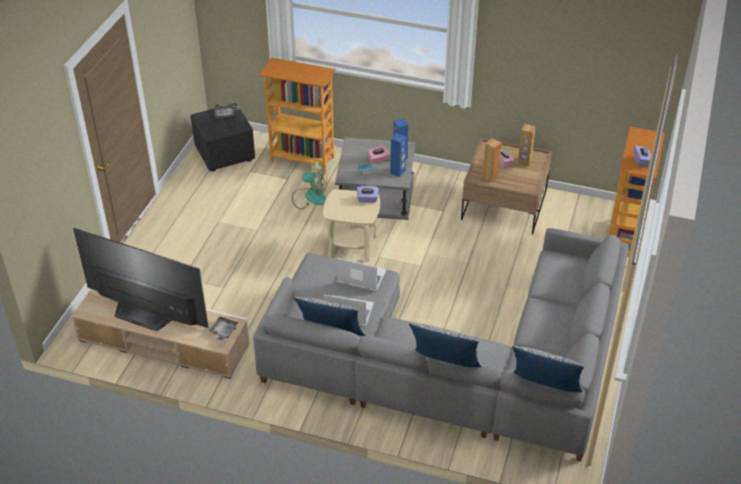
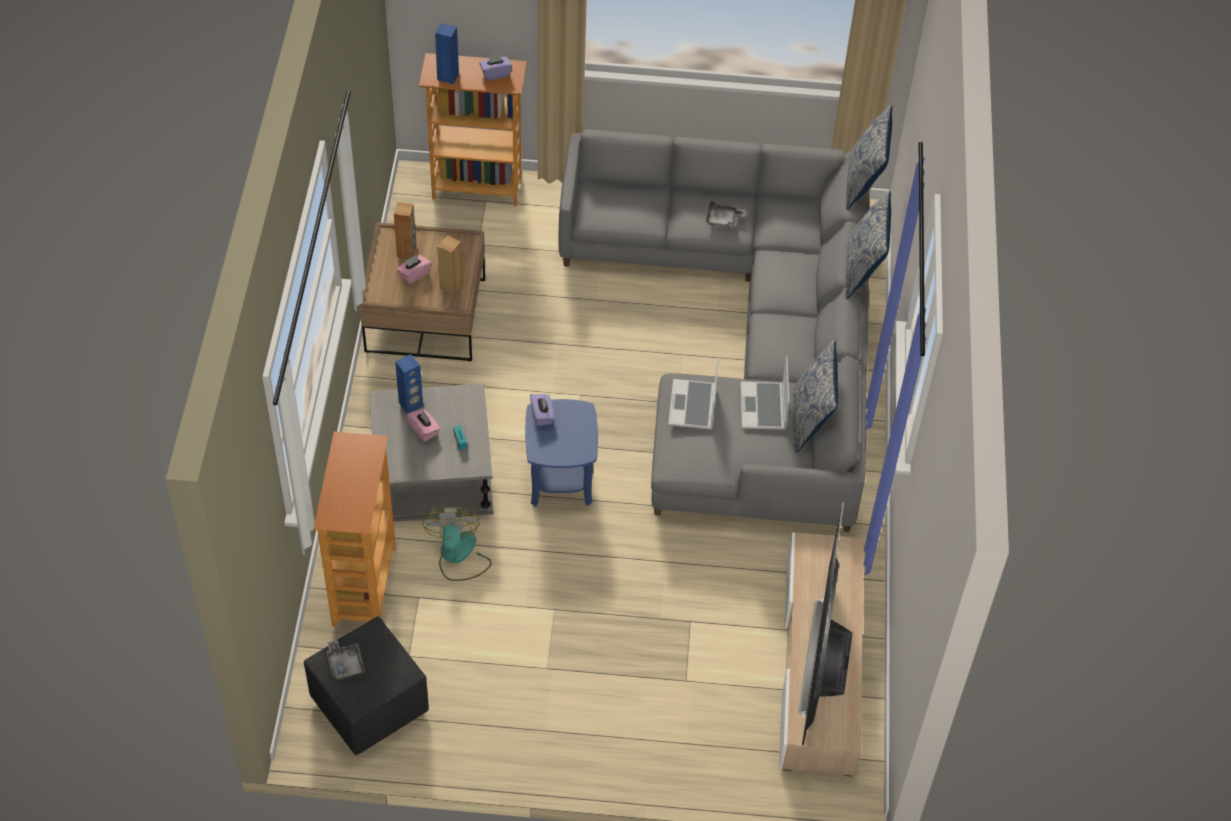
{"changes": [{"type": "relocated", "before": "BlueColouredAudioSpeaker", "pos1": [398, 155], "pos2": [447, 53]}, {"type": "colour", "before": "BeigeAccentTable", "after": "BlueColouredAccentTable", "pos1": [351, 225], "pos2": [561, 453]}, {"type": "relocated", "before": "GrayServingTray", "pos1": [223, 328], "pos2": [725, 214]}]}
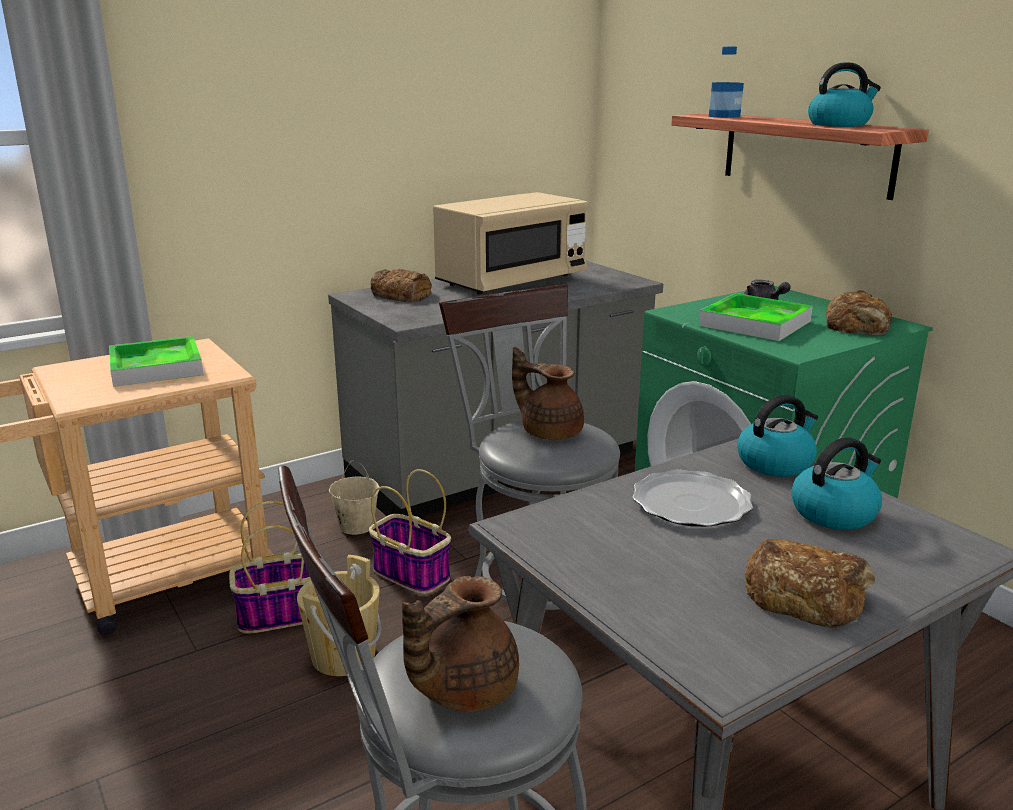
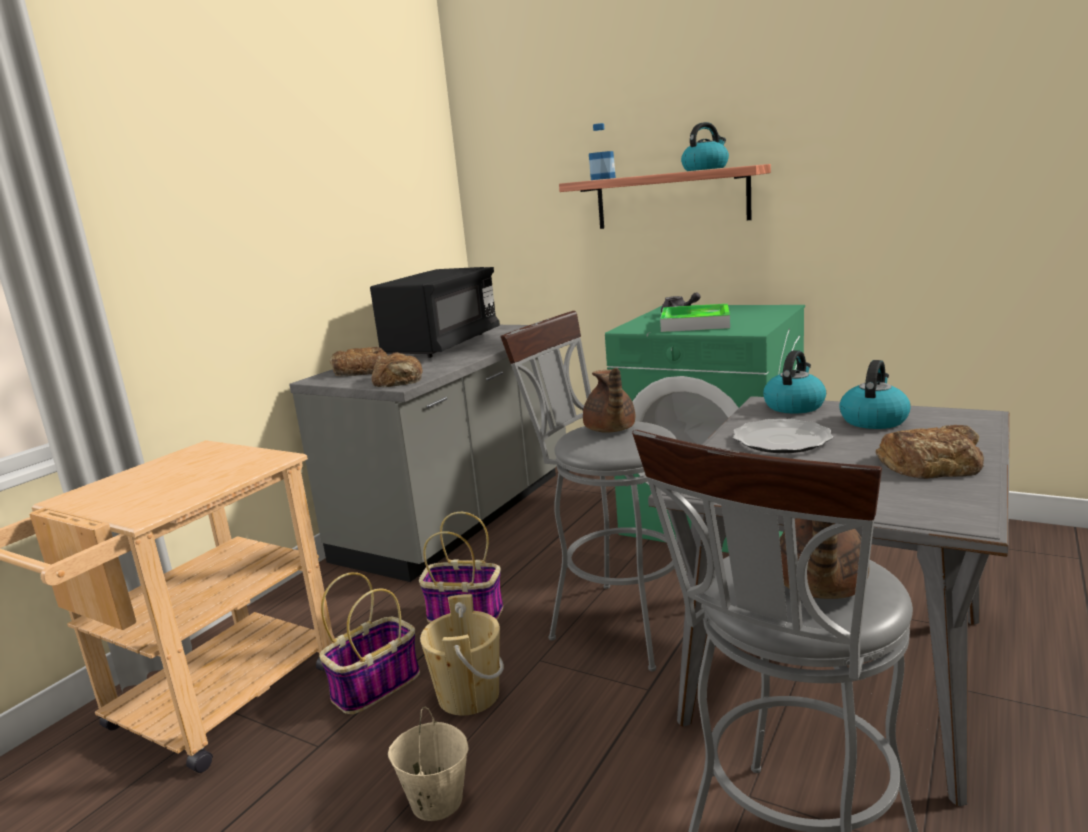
{"changes": [{"type": "colour", "before": "BeigeMicrowaveOven", "after": "BlackColouredMicrowaveOven", "pos1": [511, 243], "pos2": [435, 312]}, {"type": "relocated", "before": "BakedBread", "pos1": [859, 312], "pos2": [397, 369]}, {"type": "relocated", "before": "BeigePail", "pos1": [354, 497], "pos2": [428, 764]}, {"type": "spun", "before": "BrownishTeapot", "pos1": [548, 393], "pos2": [609, 400], "turn": -105}, {"type": "missing", "before": "ServingTray", "pos1": [156, 361]}]}
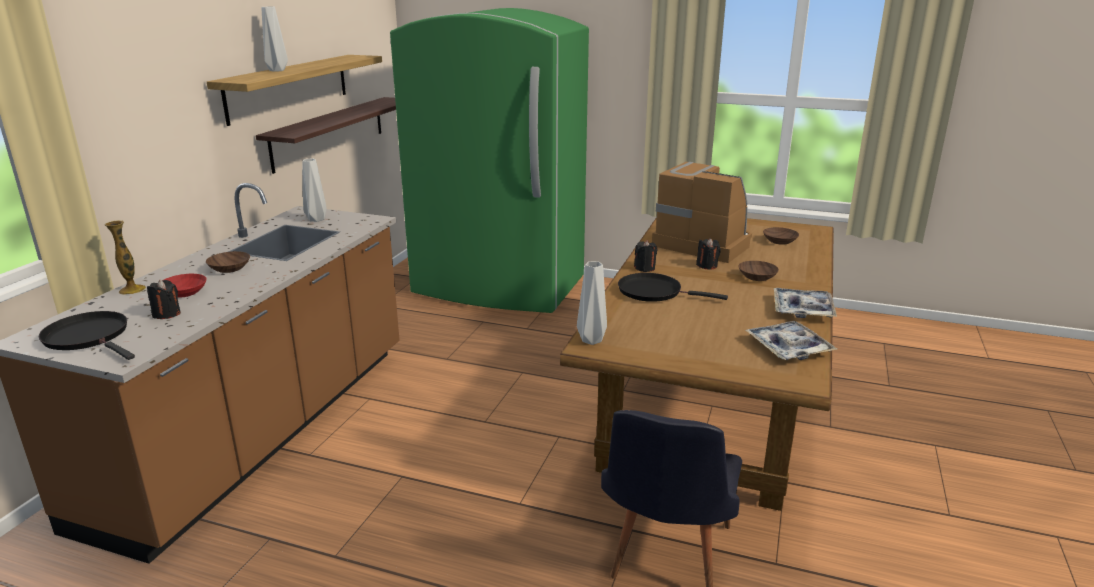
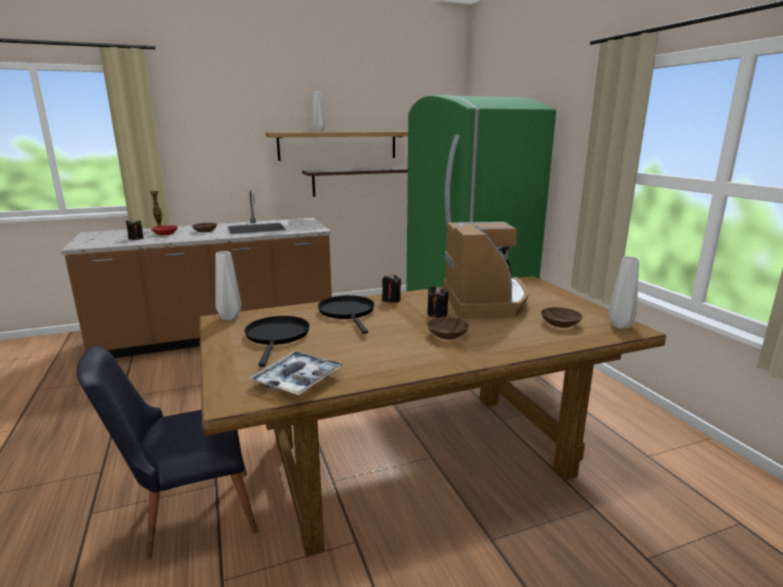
{"changes": [{"type": "relocated", "before": "BlackColouredFryingPan", "pos1": [87, 335], "pos2": [277, 341]}, {"type": "relocated", "before": "GrayFlowerVase", "pos1": [314, 190], "pos2": [623, 292]}, {"type": "missing", "before": "ServingTray", "pos1": [805, 303]}]}
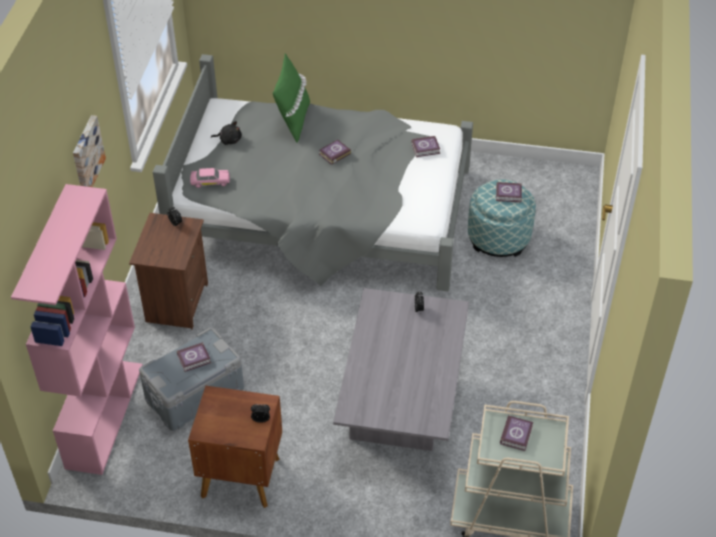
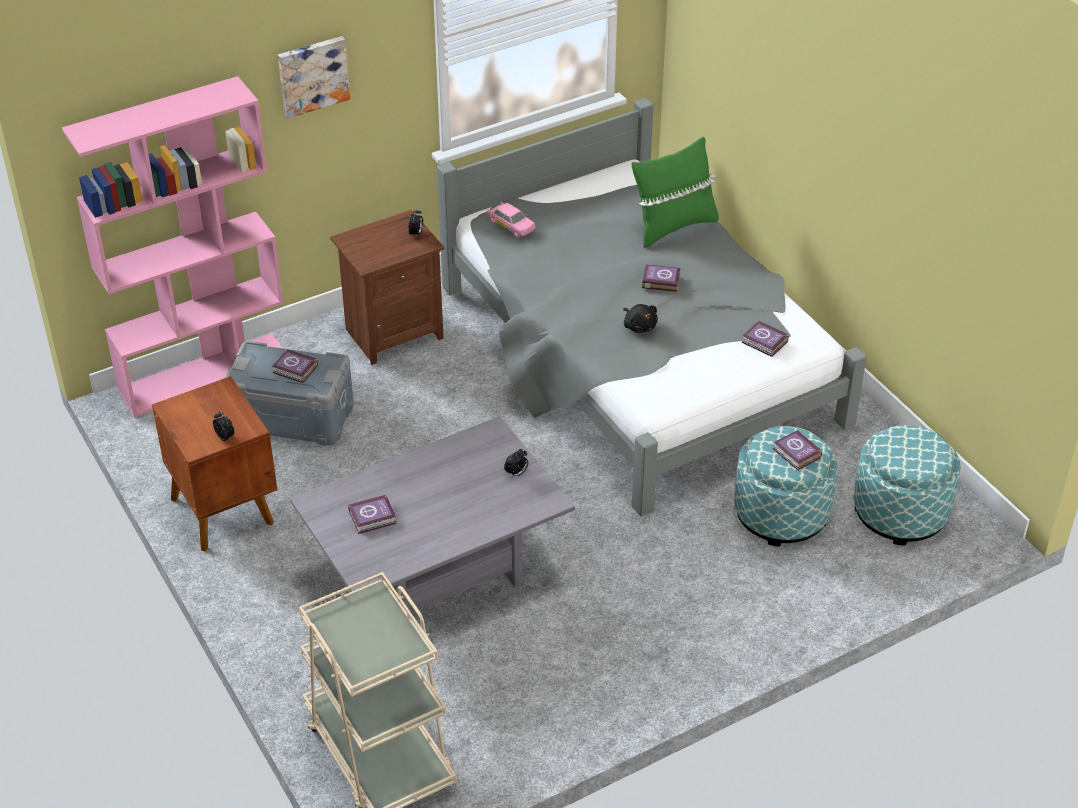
{"changes": [{"type": "relocated", "before": "Book", "pos1": [516, 433], "pos2": [372, 514]}, {"type": "relocated", "before": "BlackColouredPlushToy", "pos1": [226, 133], "pos2": [640, 318]}, {"type": "appeared", "after": "Pouffe", "pos2": [907, 485]}]}
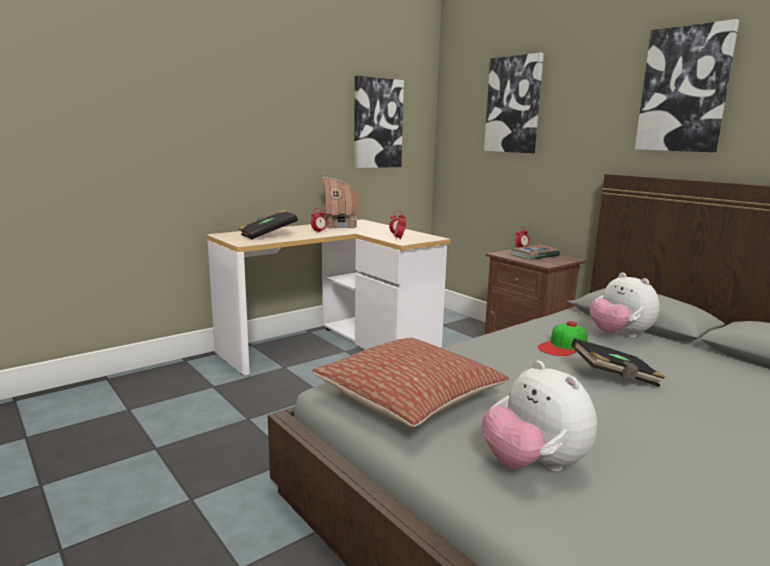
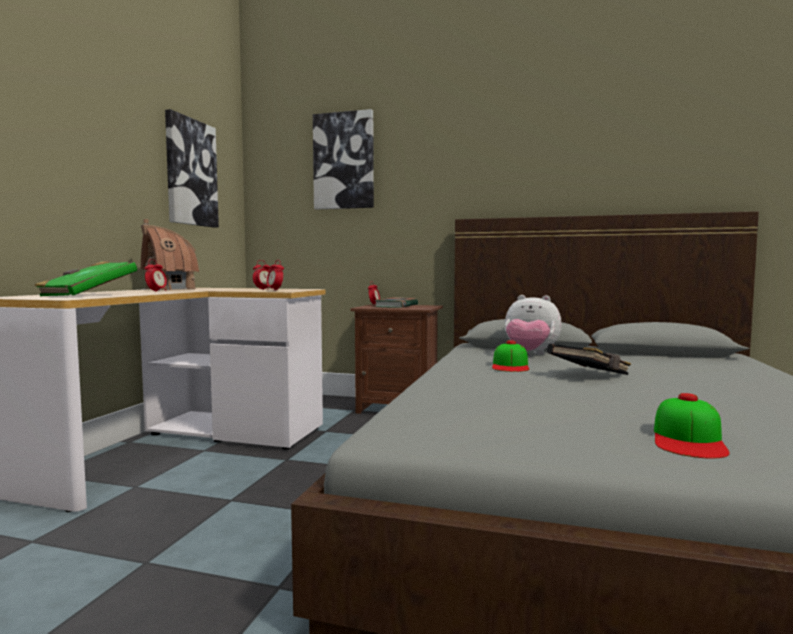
{"changes": [{"type": "colour", "before": "BlackColouredBook", "after": "GreenColouredBook", "pos1": [268, 224], "pos2": [86, 278]}, {"type": "exchanged", "before": "PlushToy", "after": "BaseballCap", "pos1": [539, 416], "pos2": [692, 426]}, {"type": "missing", "before": "ThrowPillow", "pos1": [410, 382]}, {"type": "missing", "before": "WallArt", "pos1": [687, 85]}]}
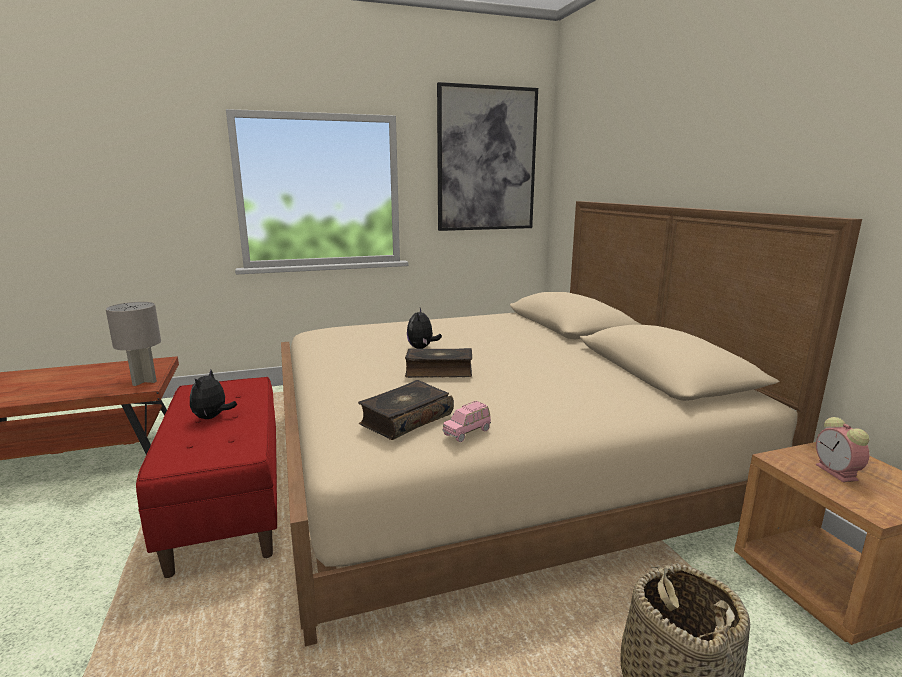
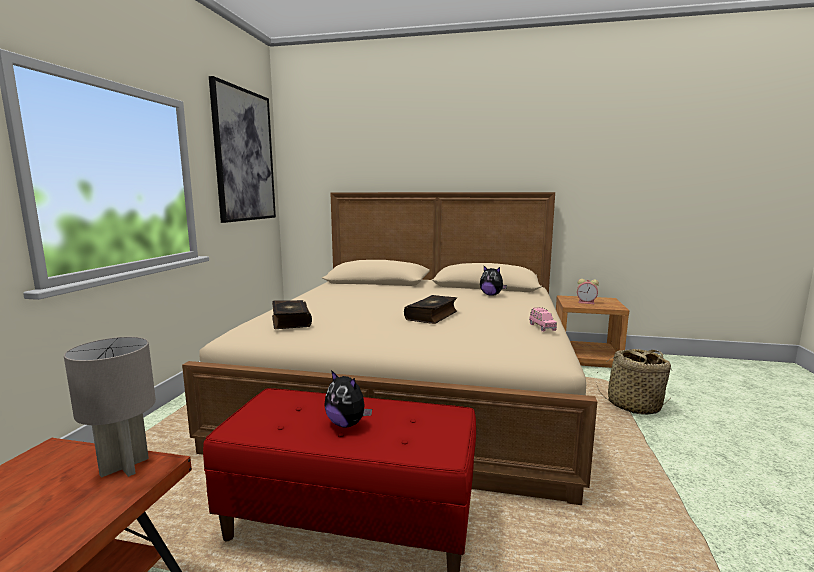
{"changes": [{"type": "relocated", "before": "Book", "pos1": [406, 410], "pos2": [292, 314]}, {"type": "relocated", "before": "PlushToy", "pos1": [424, 328], "pos2": [493, 281]}]}
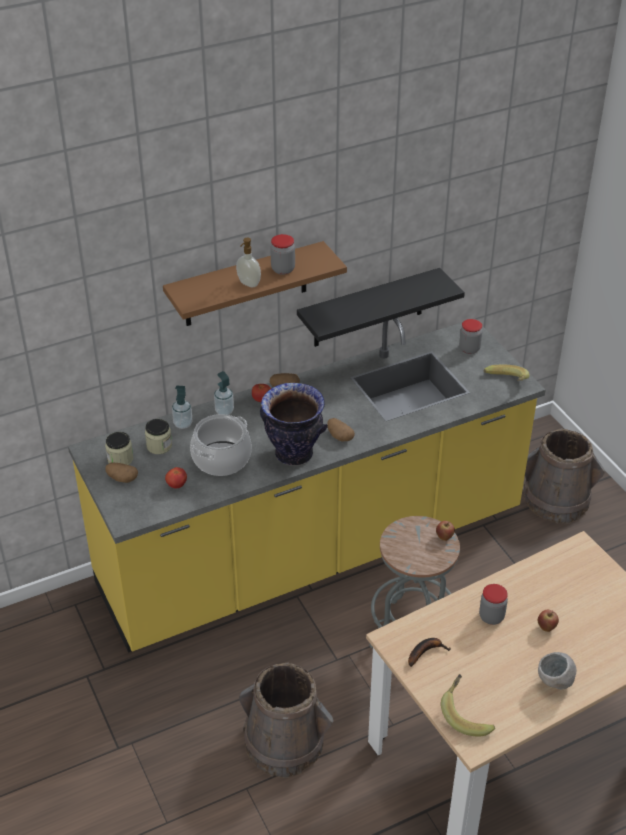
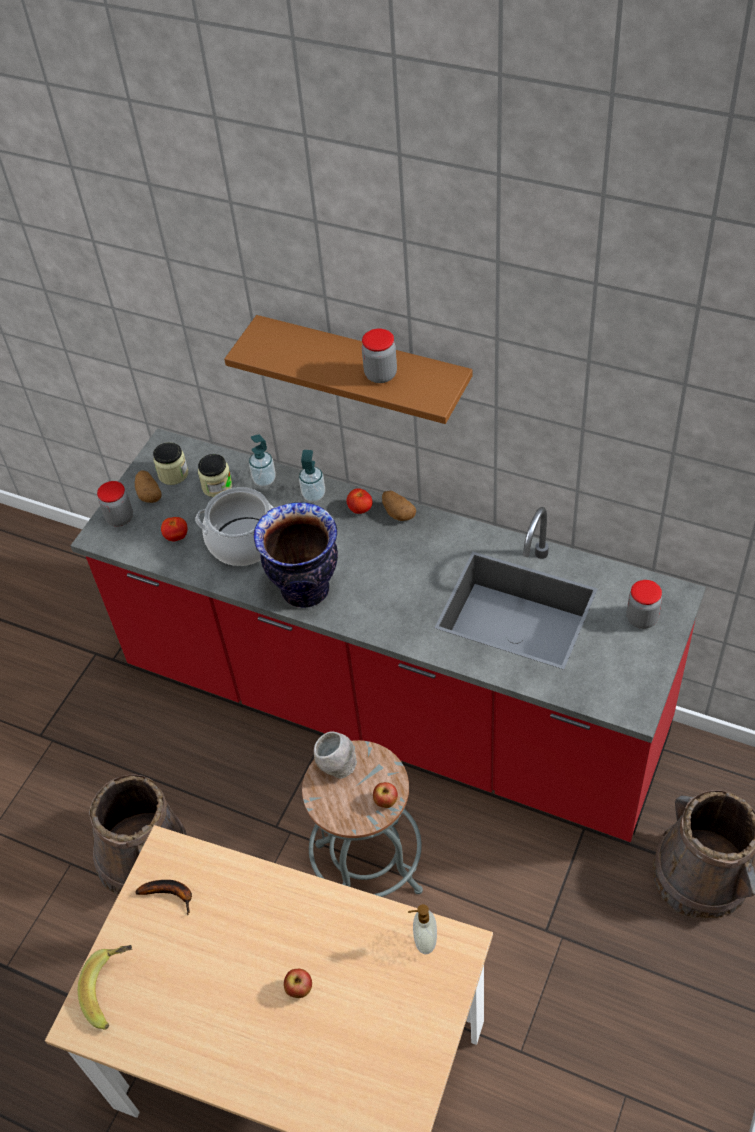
{"changes": [{"type": "colour", "before": "YellowishCounter", "after": "RedColouredCounter", "pos1": [307, 485], "pos2": [388, 635]}, {"type": "relocated", "before": "Jar", "pos1": [493, 604], "pos2": [115, 503]}, {"type": "relocated", "before": "GrayDeepDish", "pos1": [557, 671], "pos2": [335, 755]}, {"type": "relocated", "before": "LiquidSoapBottle", "pos1": [248, 262], "pos2": [422, 929]}, {"type": "missing", "before": "BlackColouredShelf", "pos1": [381, 307]}, {"type": "missing", "before": "WholePotato", "pos1": [341, 430]}, {"type": "missing", "before": "BananaFruit", "pos1": [507, 373]}]}
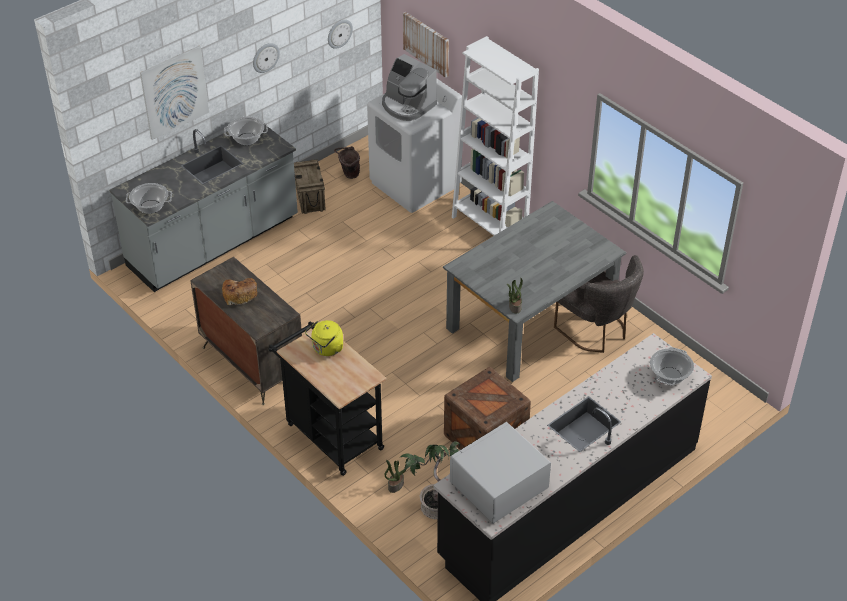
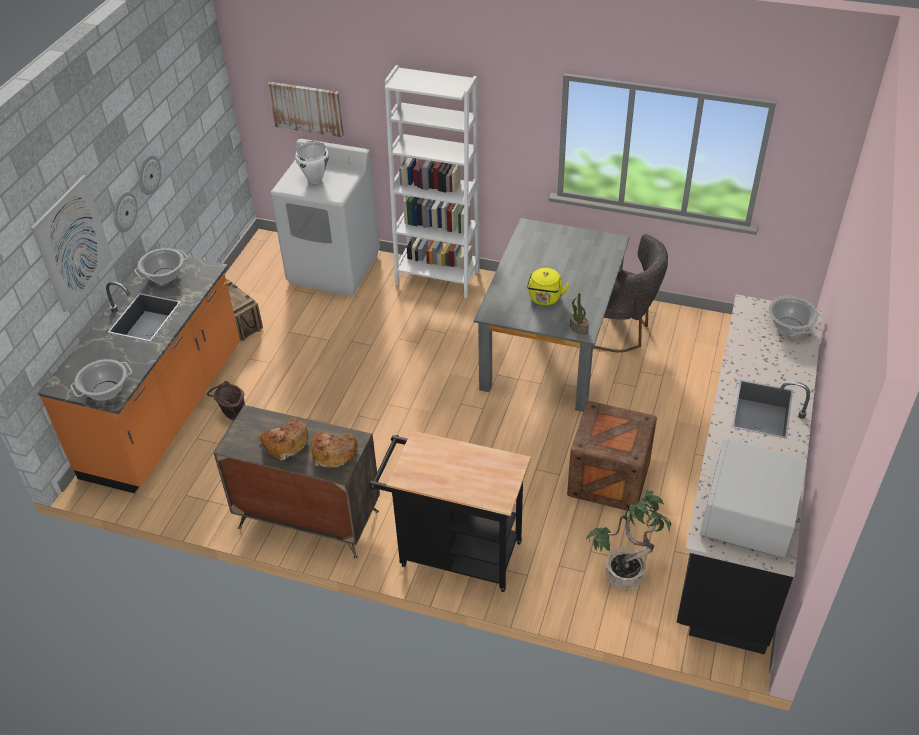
{"changes": [{"type": "colour", "before": "GrayCounter", "after": "OrangeyCounter", "pos1": [203, 208], "pos2": [139, 374]}, {"type": "relocated", "before": "WallClock", "pos1": [340, 34], "pos2": [126, 211]}, {"type": "relocated", "before": "BrownishPail", "pos1": [347, 162], "pos2": [226, 400]}, {"type": "exchanged", "before": "CoffeeMaker", "after": "WhiteColouredStockpot", "pos1": [409, 87], "pos2": [312, 162]}, {"type": "appeared", "after": "BakedBread", "pos2": [334, 450]}, {"type": "relocated", "before": "YellowishKettle", "pos1": [324, 338], "pos2": [548, 286]}, {"type": "missing", "before": "PottedPlant", "pos1": [395, 476]}]}
